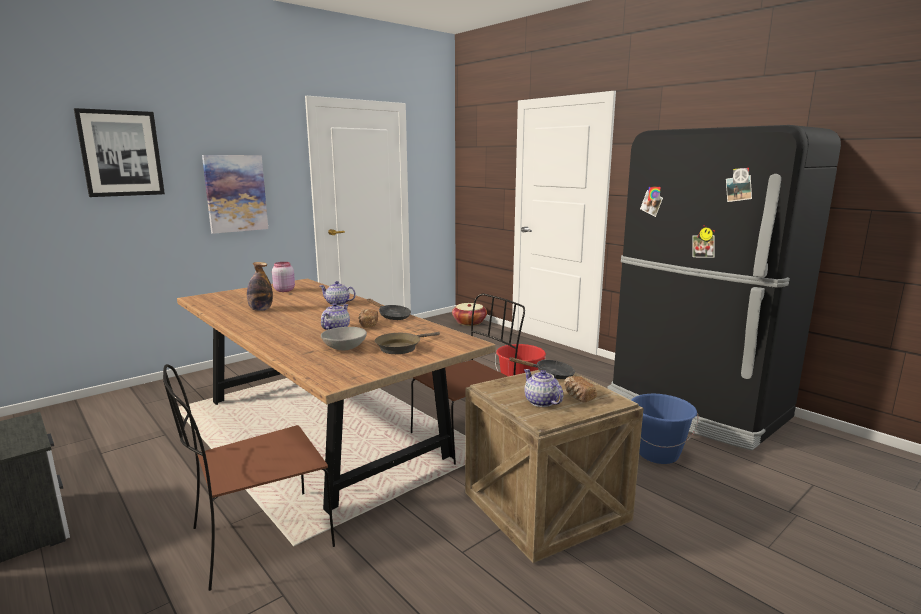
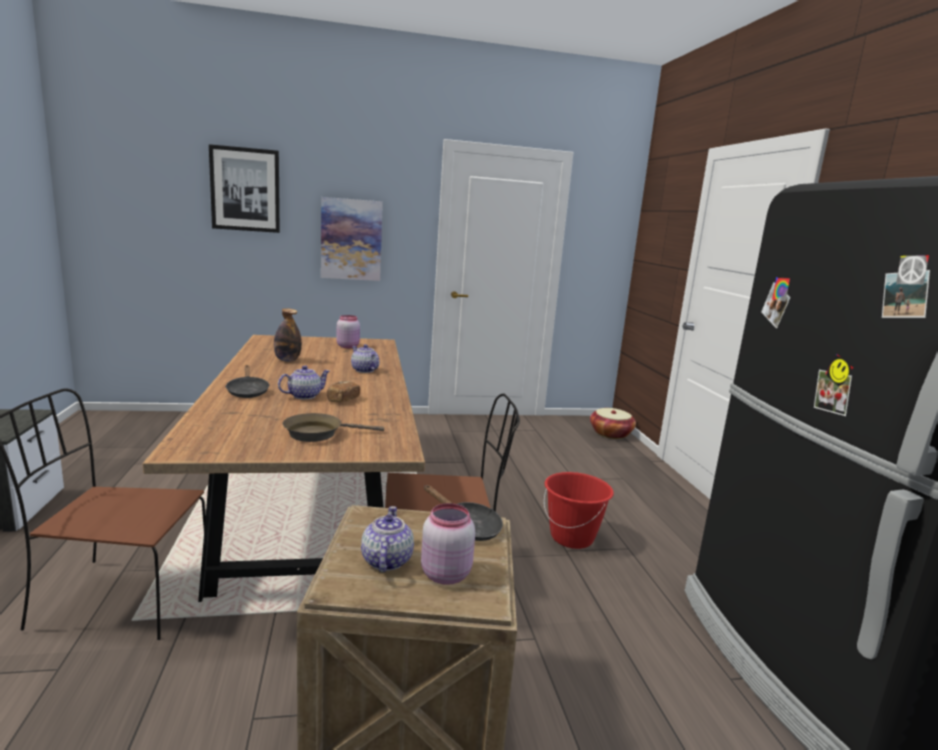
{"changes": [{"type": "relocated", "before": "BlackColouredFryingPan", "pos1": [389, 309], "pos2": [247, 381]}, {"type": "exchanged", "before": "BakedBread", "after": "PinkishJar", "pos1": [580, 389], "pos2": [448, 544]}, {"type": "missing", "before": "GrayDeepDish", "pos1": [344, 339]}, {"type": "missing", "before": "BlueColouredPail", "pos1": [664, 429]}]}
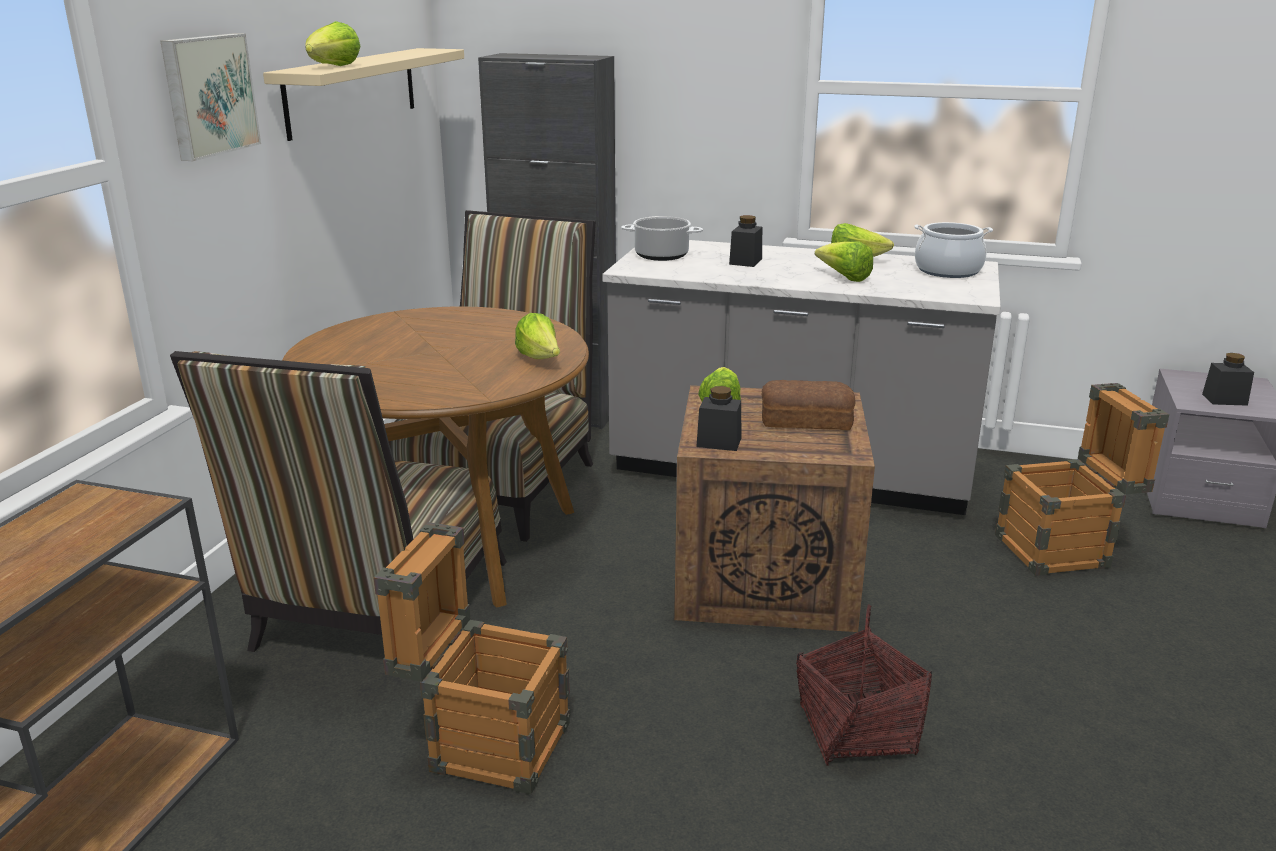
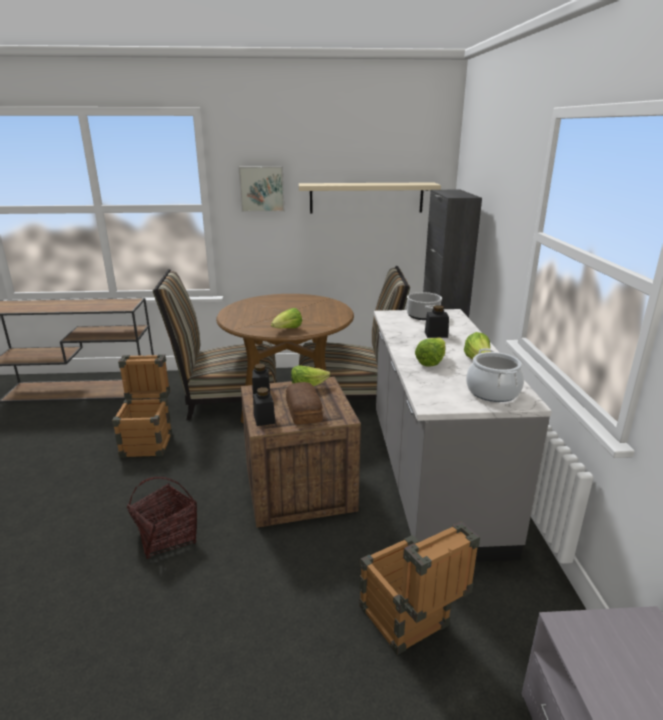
{"changes": [{"type": "relocated", "before": "BlackColouredJar", "pos1": [1228, 379], "pos2": [264, 406]}, {"type": "missing", "before": "LettuceHead", "pos1": [332, 43]}]}
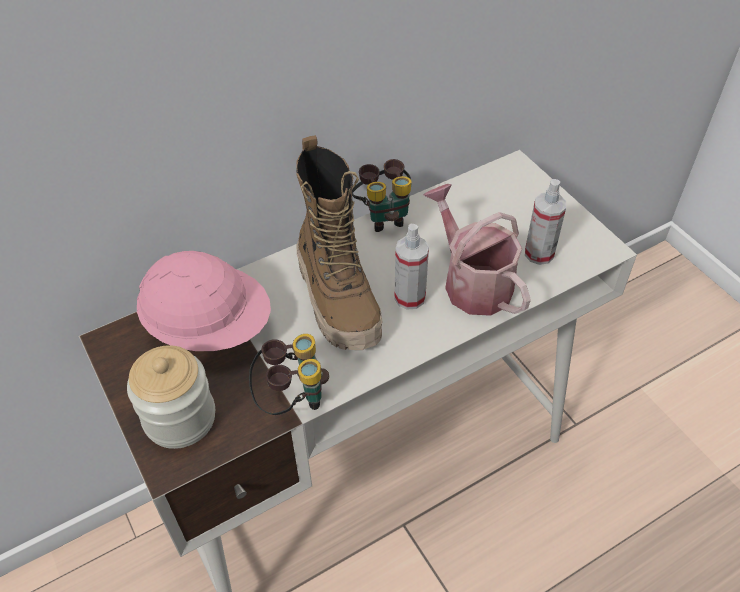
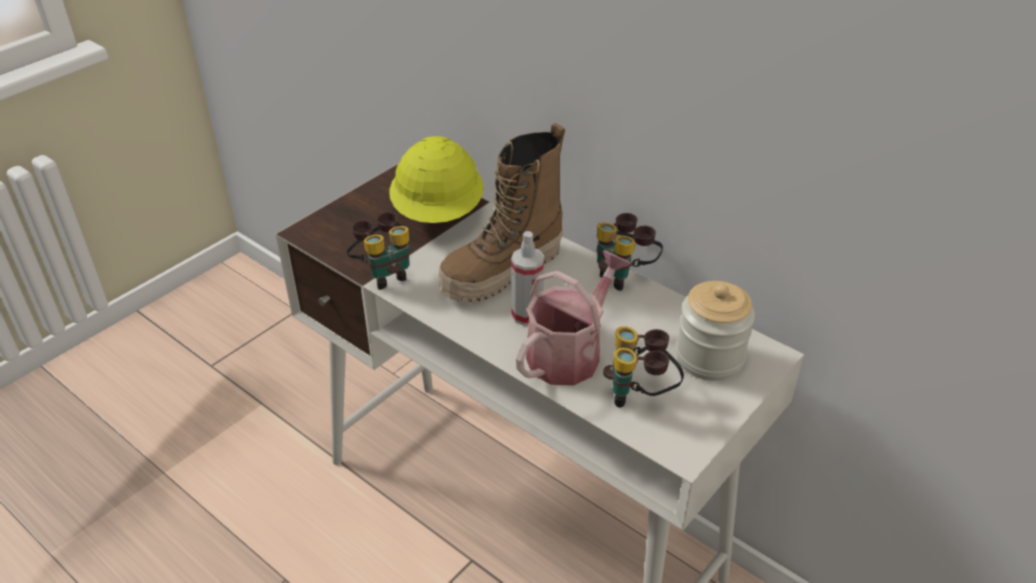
{"changes": [{"type": "colour", "before": "PinkishHardHat", "after": "YellowishHardHat", "pos1": [204, 301], "pos2": [436, 179]}, {"type": "exchanged", "before": "SprayBottle", "after": "Binoculars", "pos1": [545, 222], "pos2": [643, 367]}, {"type": "relocated", "before": "Jar", "pos1": [171, 397], "pos2": [715, 331]}]}
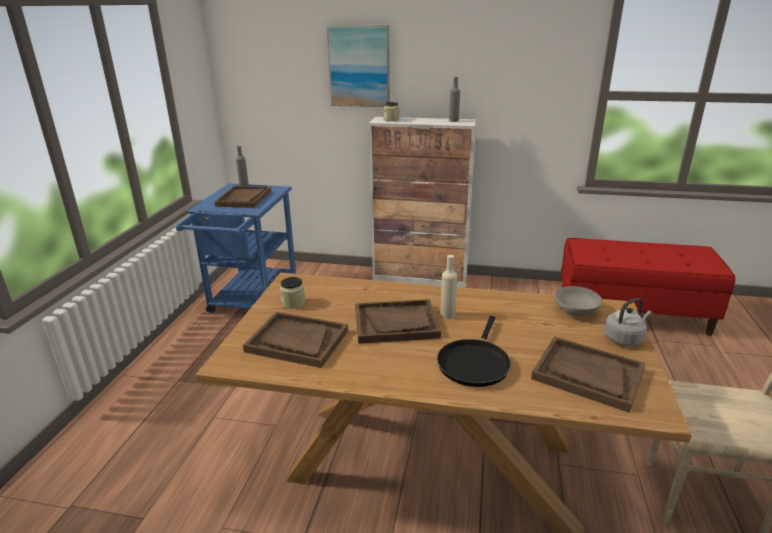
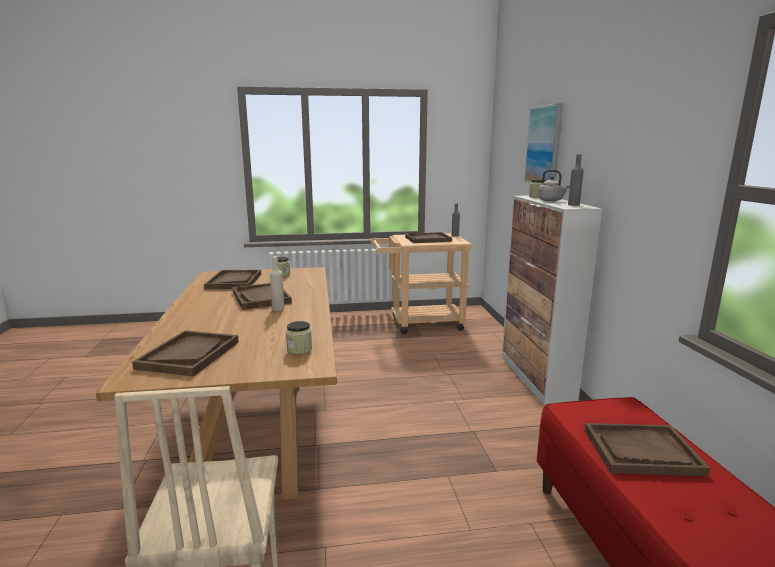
{"changes": [{"type": "exchanged", "before": "GrayDeepDish", "after": "Jar", "pos1": [578, 301], "pos2": [299, 337]}, {"type": "colour", "before": "BlueColouredCart", "after": "BeigeCart", "pos1": [236, 248], "pos2": [421, 283]}, {"type": "relocated", "before": "GrayKettle", "pos1": [628, 322], "pos2": [554, 185]}, {"type": "appeared", "after": "BrownishServingTray", "pos2": [647, 449]}, {"type": "missing", "before": "BlackColouredFryingPan", "pos1": [474, 351]}]}
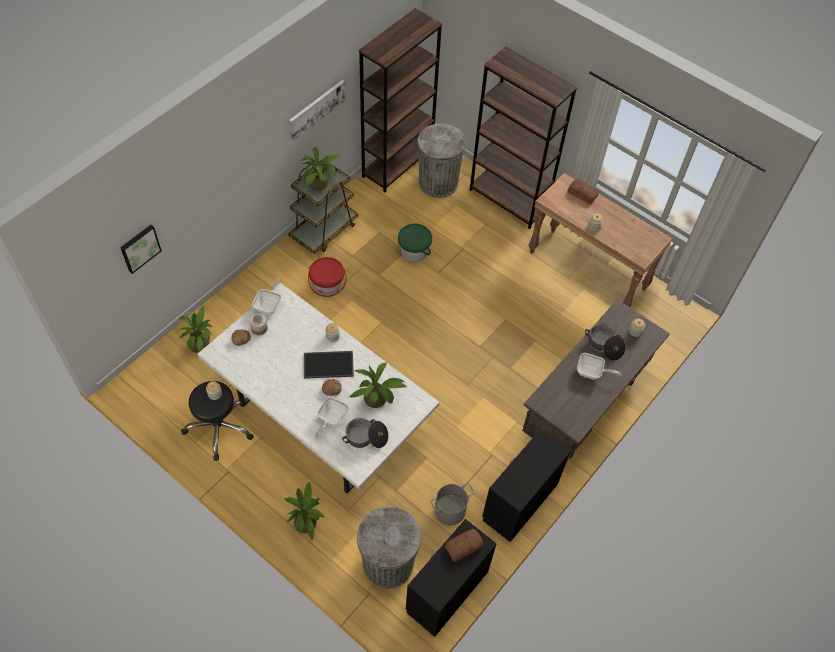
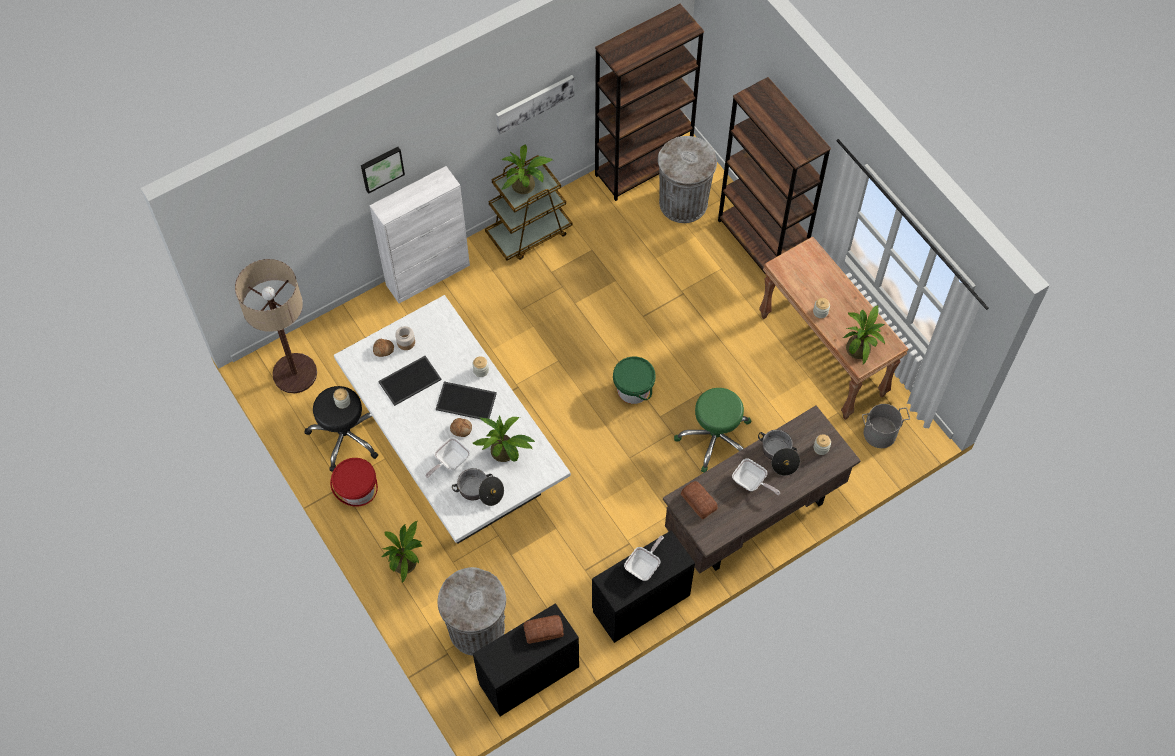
{"changes": [{"type": "appeared", "after": "StandardLamp", "pos2": [276, 326]}, {"type": "relocated", "before": "RedColouredPail", "pos1": [327, 277], "pos2": [354, 482]}, {"type": "relocated", "before": "WallArt", "pos1": [141, 249], "pos2": [383, 170]}, {"type": "appeared", "after": "WhiteColouredStorageCabinet", "pos2": [420, 234]}, {"type": "appeared", "after": "ServingTray", "pos2": [410, 381]}, {"type": "relocated", "before": "GreenColouredPail", "pos1": [415, 243], "pos2": [634, 380]}, {"type": "relocated", "before": "FryingPan", "pos1": [266, 296], "pos2": [644, 558]}, {"type": "appeared", "after": "GreenColouredStool", "pos2": [713, 430]}, {"type": "relocated", "before": "BakedBread", "pos1": [583, 191], "pos2": [699, 500]}, {"type": "relocated", "before": "PottedPlant", "pos1": [195, 330], "pos2": [864, 335]}, {"type": "relocated", "before": "GrayPail", "pos1": [452, 504], "pos2": [886, 426]}]}
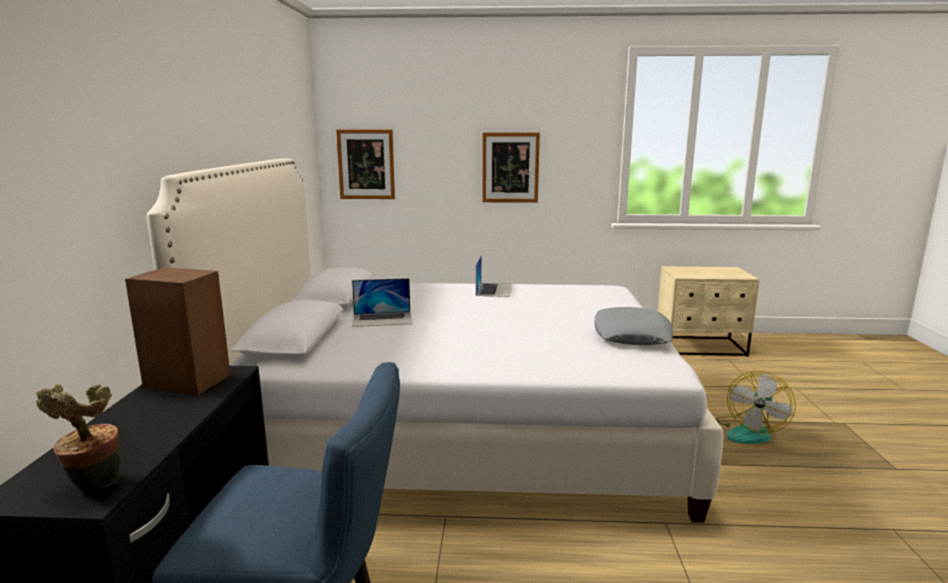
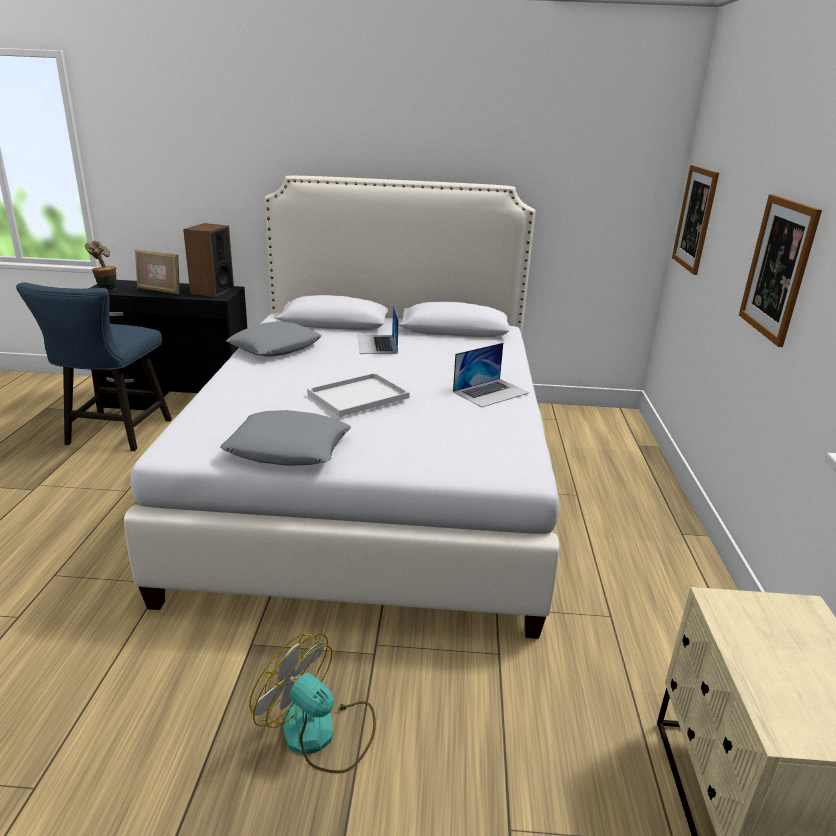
{"changes": [{"type": "appeared", "after": "PhotoFrame", "pos2": [157, 271]}, {"type": "appeared", "after": "GrayThrowPillow", "pos2": [274, 339]}, {"type": "appeared", "after": "WhiteColouredServingTray", "pos2": [358, 395]}, {"type": "spun", "before": "NotebookComputer", "pos1": [494, 275], "pos2": [491, 375], "turn": -45}]}
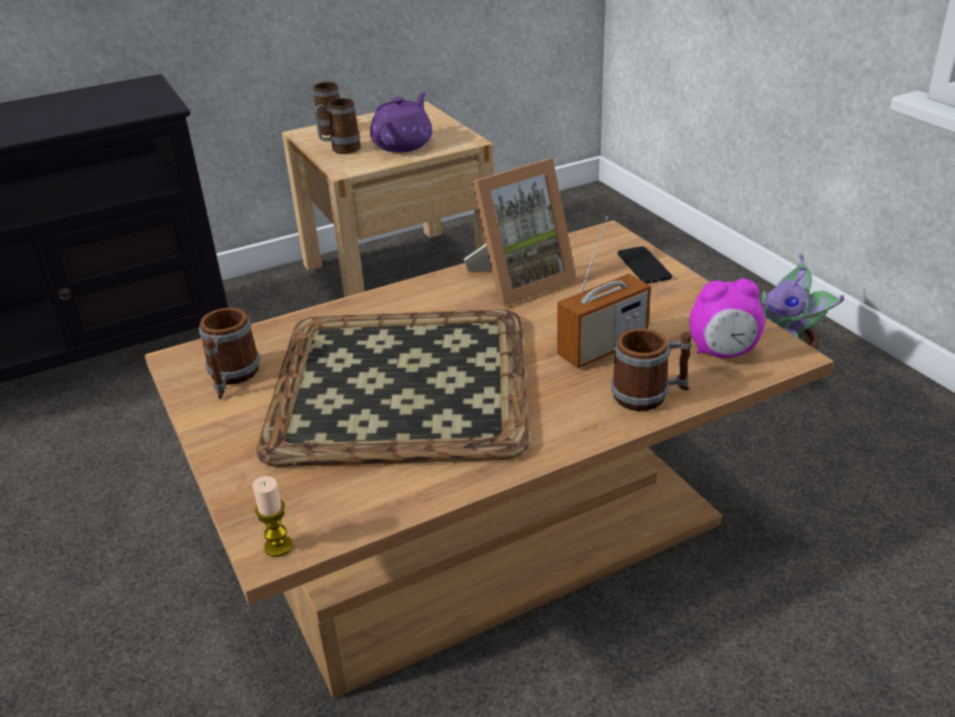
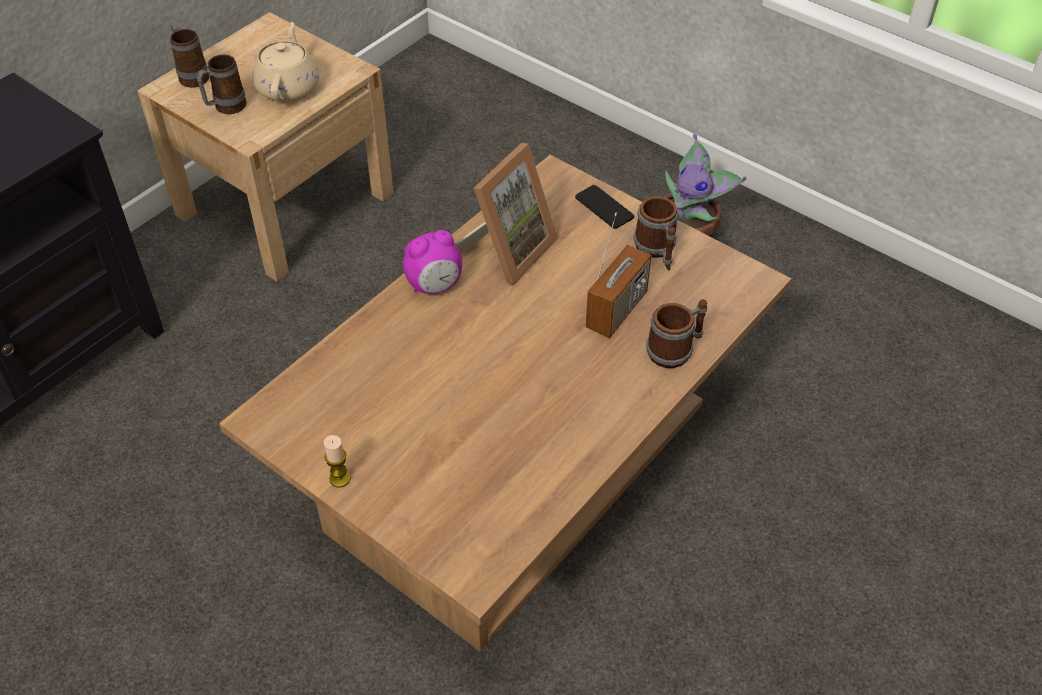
{"changes": [{"type": "colour", "before": "PurpleTeapot", "after": "BeigeTeapot", "pos1": [401, 122], "pos2": [285, 62]}, {"type": "relocated", "before": "WaxCandle", "pos1": [272, 516], "pos2": [337, 461]}, {"type": "relocated", "before": "BedsideClock", "pos1": [727, 318], "pos2": [432, 262]}, {"type": "relocated", "before": "Mug", "pos1": [229, 353], "pos2": [655, 233]}, {"type": "missing", "before": "ServingTray", "pos1": [393, 388]}]}
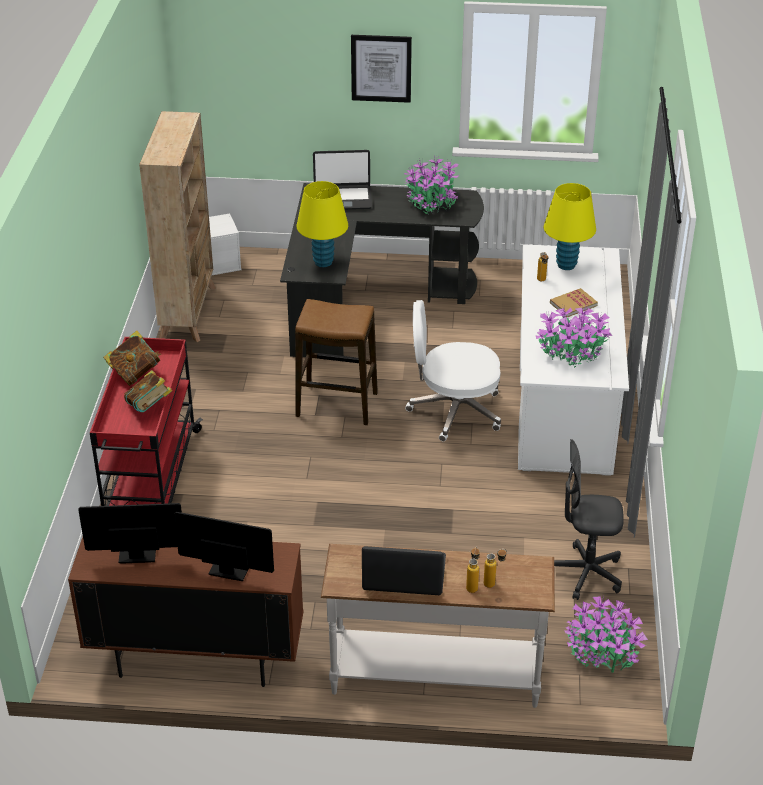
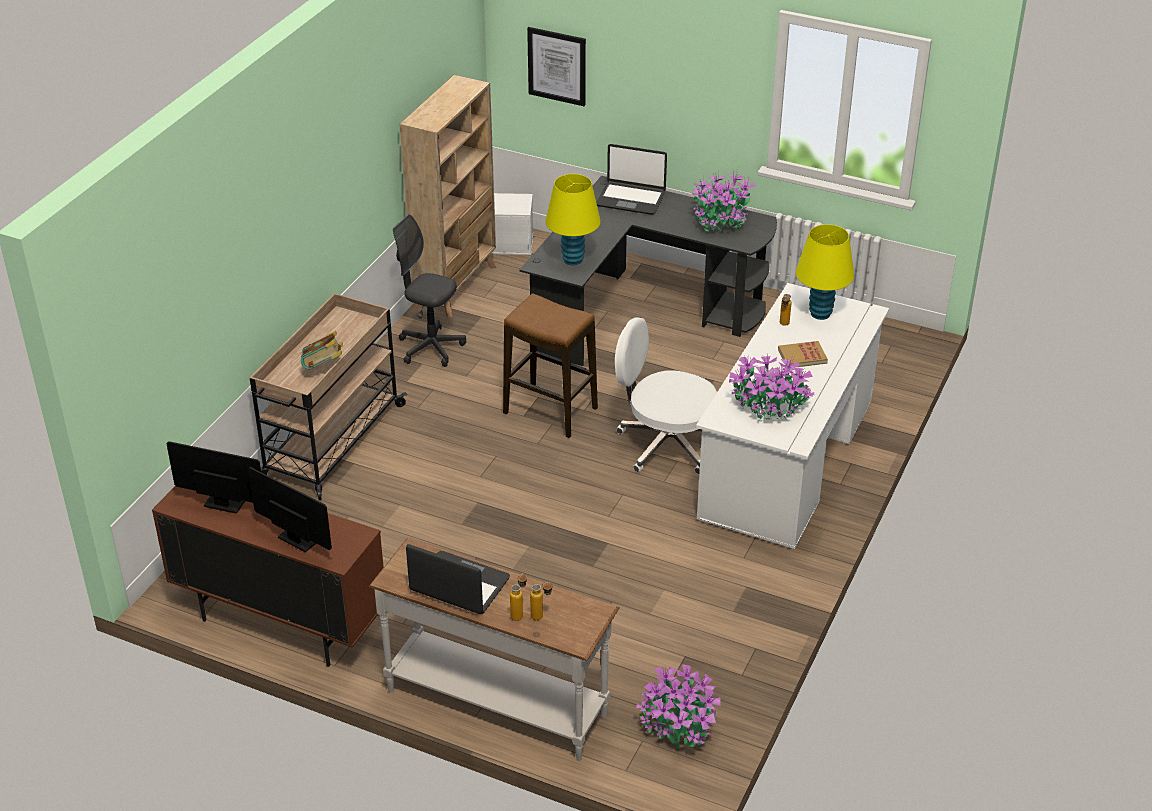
{"changes": [{"type": "colour", "before": "RedColouredCart", "after": "BeigeCart", "pos1": [146, 421], "pos2": [328, 396]}, {"type": "relocated", "before": "GrayComputerChair", "pos1": [589, 519], "pos2": [429, 290]}, {"type": "relocated", "before": "WallArt", "pos1": [381, 69], "pos2": [556, 66]}, {"type": "missing", "before": "Book", "pos1": [132, 358]}]}
